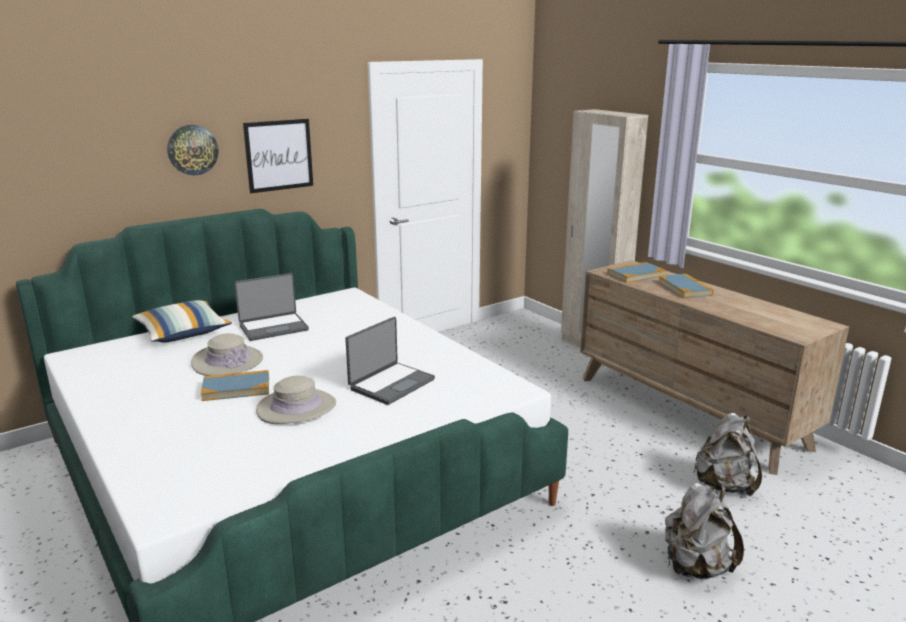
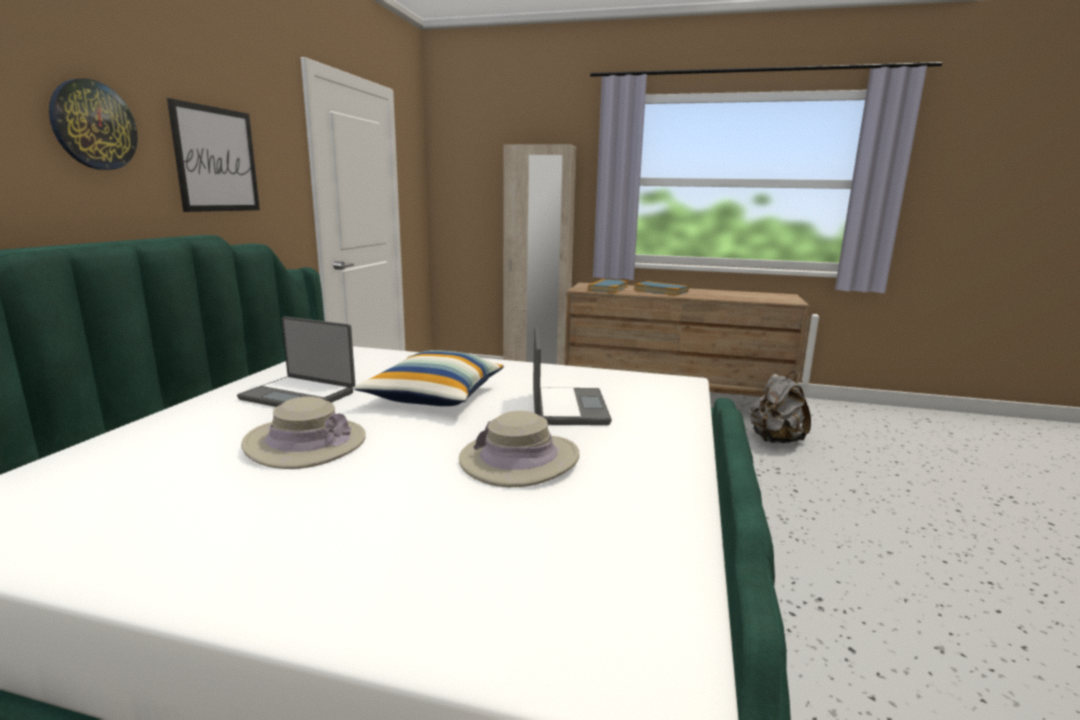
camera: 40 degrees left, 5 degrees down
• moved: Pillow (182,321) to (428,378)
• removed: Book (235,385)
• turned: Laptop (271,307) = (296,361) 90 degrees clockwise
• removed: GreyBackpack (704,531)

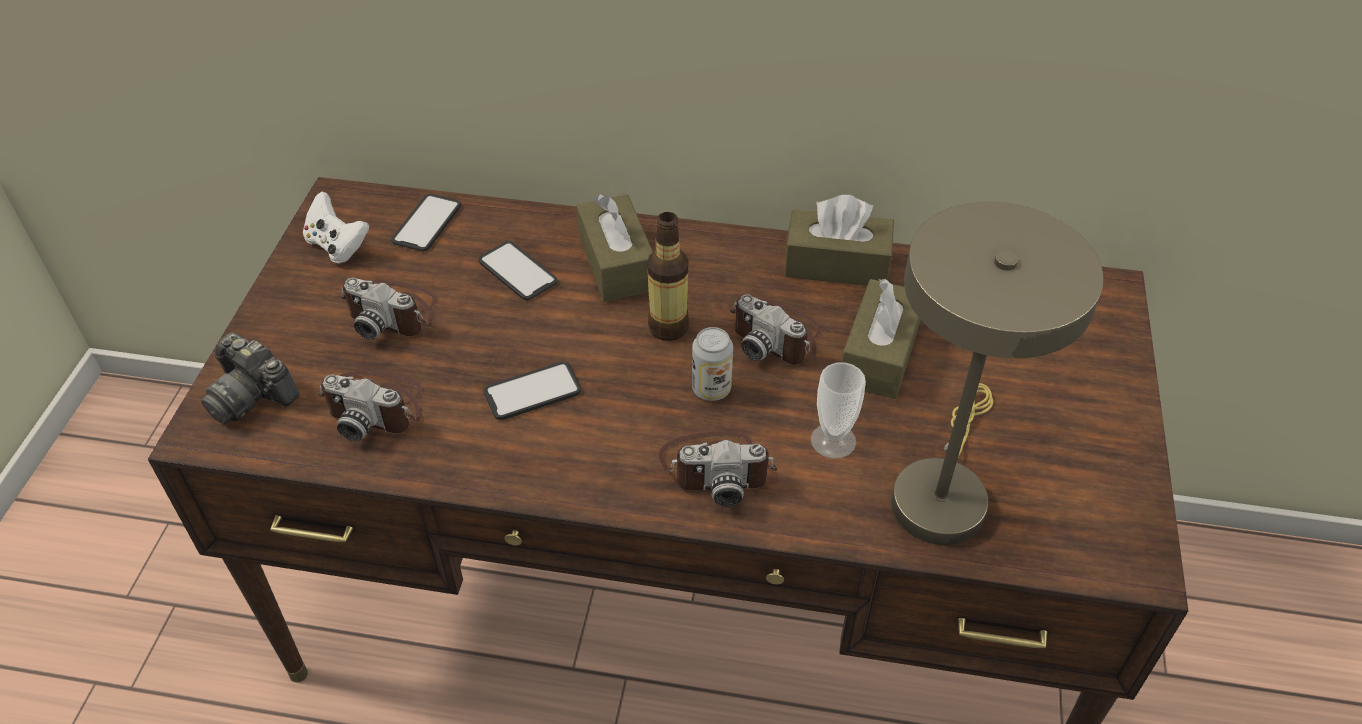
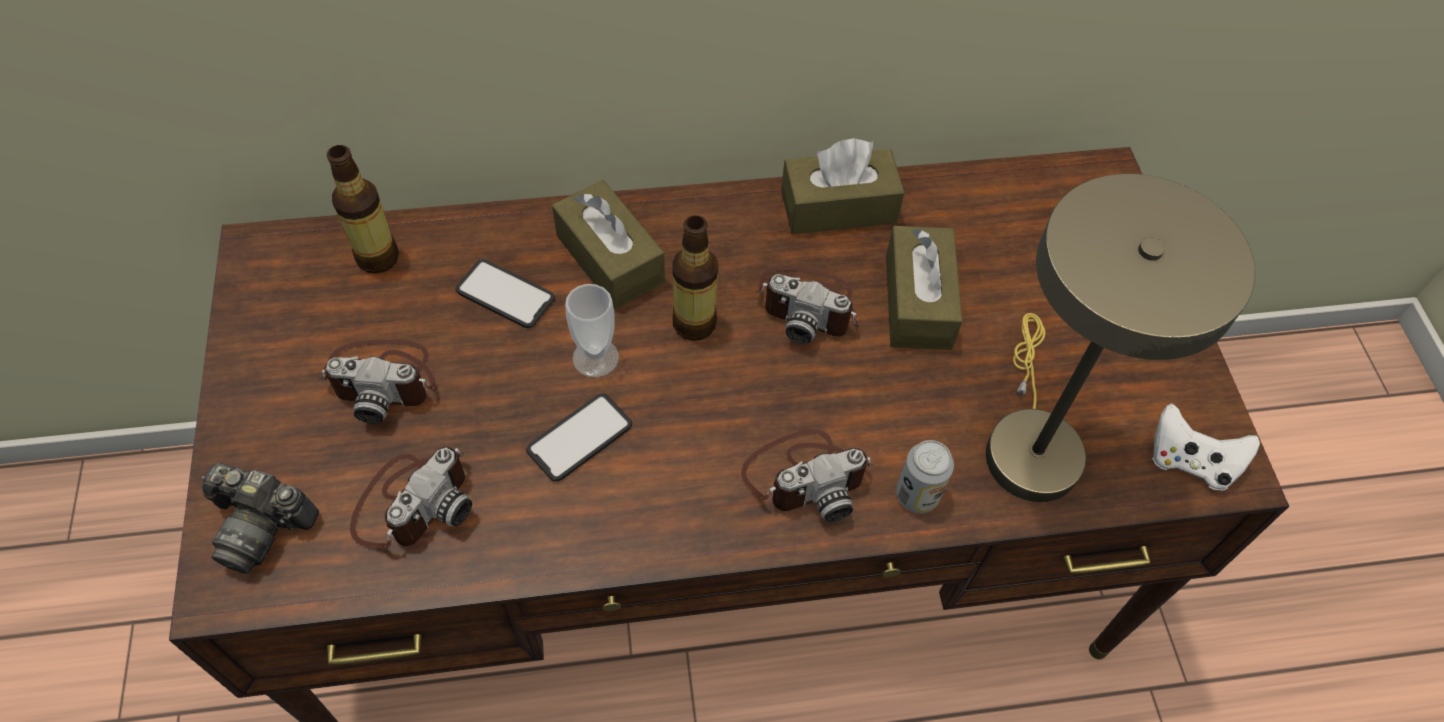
camera: 20 degrees left, 10 degrees up
• moved: WhiteGameController (336,227) to (1206,447)
• turned: PhotoCamera (370,406) = (411,497) 60 degrees counterclockwise
• replaced: Phone (426,222) to Bottle (363,209)
• moved: Can (712,364) to (925,476)
• moved: Cup (838,410) to (592,331)

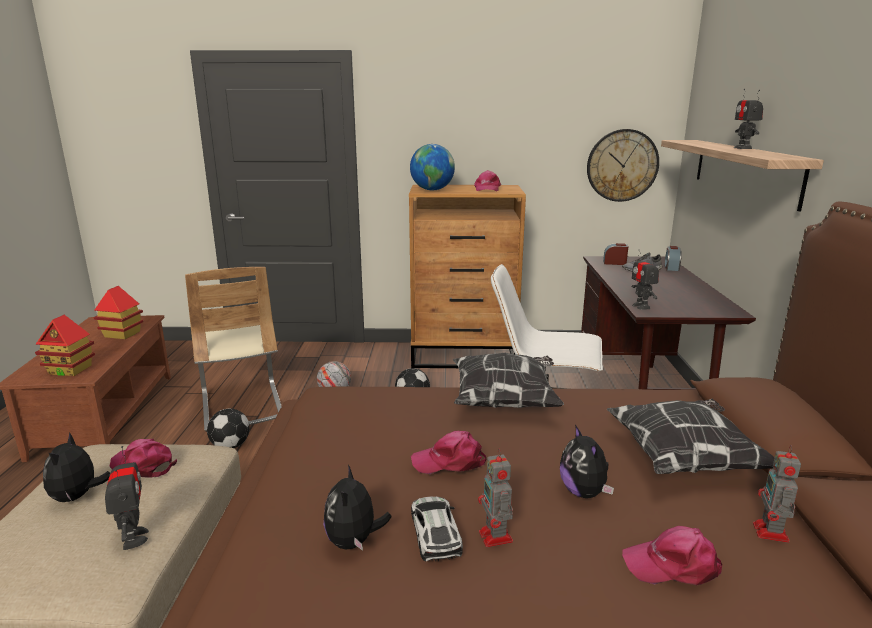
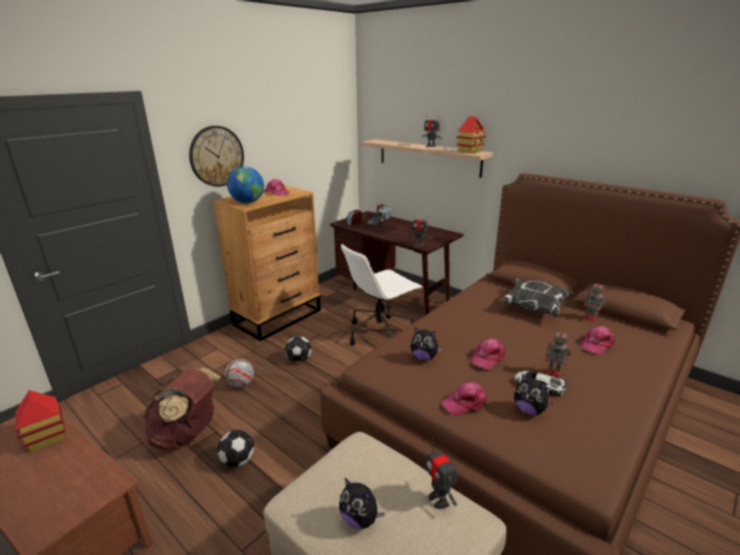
camera: 50 degrees left, 5 degrees up
• moved: ToyHouse (65,345) to (471,134)
• turned: ToyRobot (127,498) = (441,473) 135 degrees counterclockwise
• moved: PinkCap (143,458) to (464,399)
• replaced: BeigeChair (233,349) to BrownBackpack (182,409)
• removed: Pillow (508,380)
• moved: PlushToy (587,461) to (426,344)
• moved: WallClock (623,165) to (216,156)

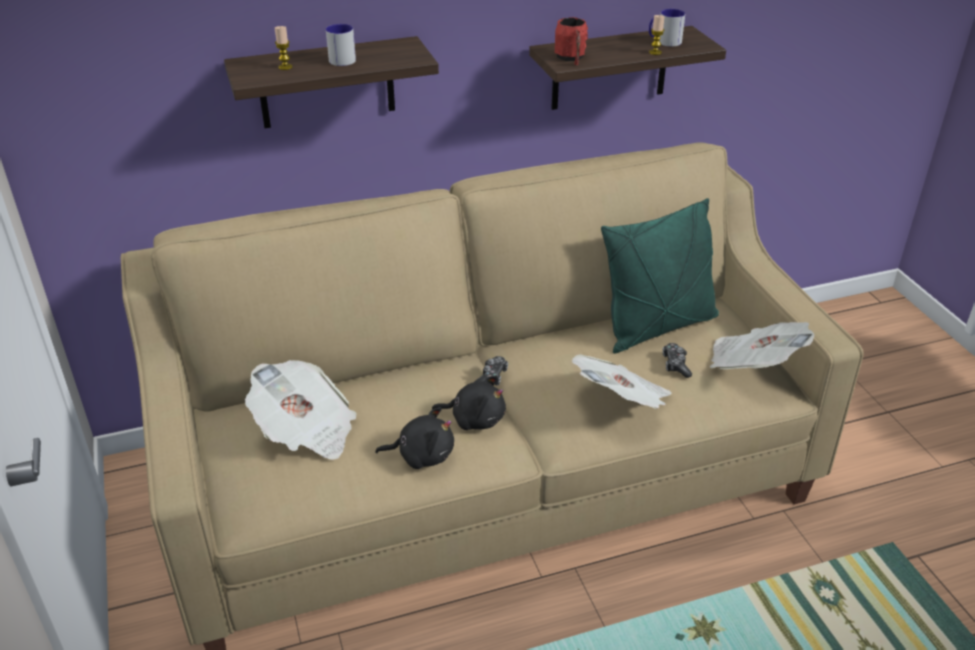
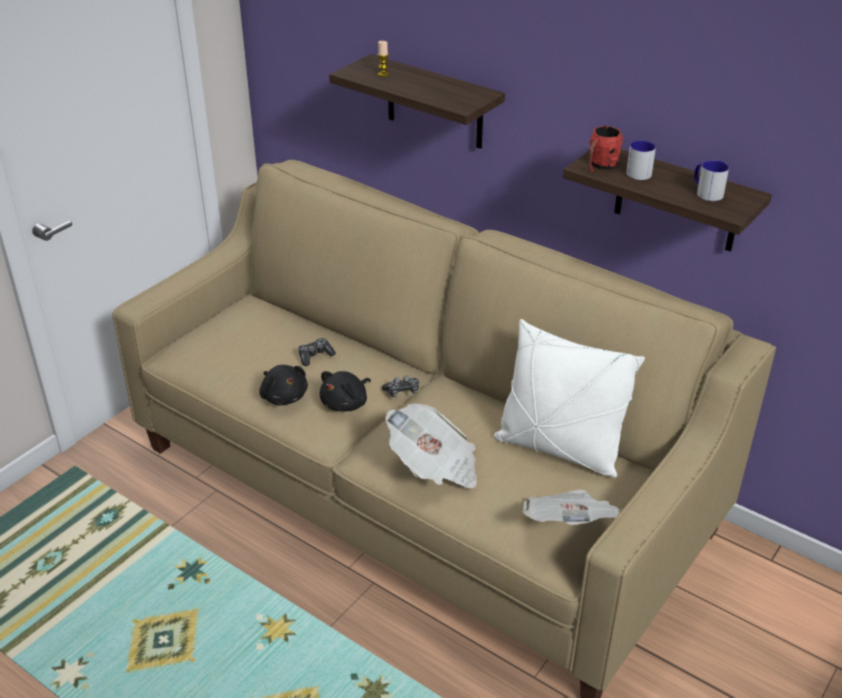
camera: 55 degrees right, 0 degrees up
• removed: Newspaper (301,410)
• moved: Mug (341,45) to (641,160)
• turned: BlackPlushToy (469,402) = (345,391) 60 degrees clockwise
• recoloured: GreenPillow (660,275) to WhitePillow (569,398)
• removed: Candle (656,35)
• moved: GameController (677,360) to (317,352)

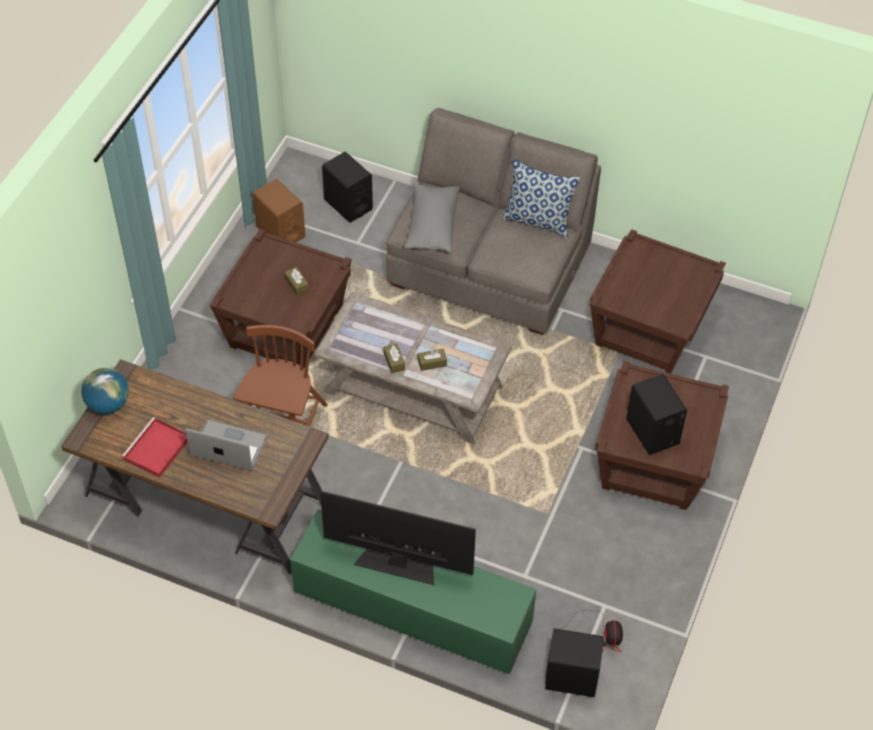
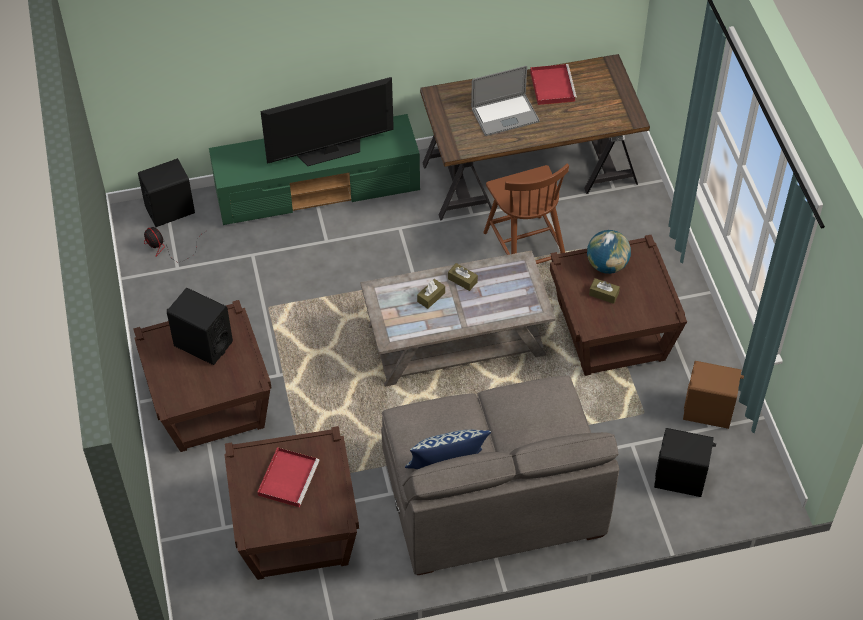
camera: 145 degrees right, 0 degrees up
• moved: Globe (105,391) to (609,252)
• removed: GreyPillow (432,218)
• added: RedTray (288,477)

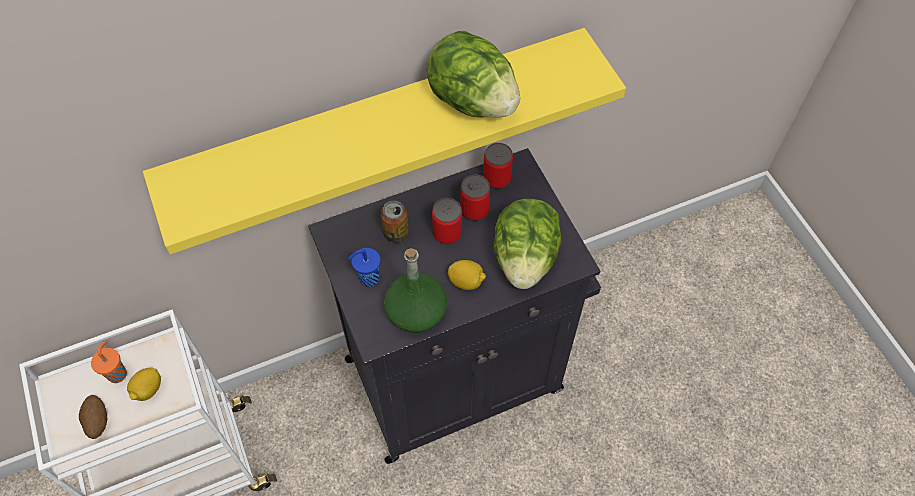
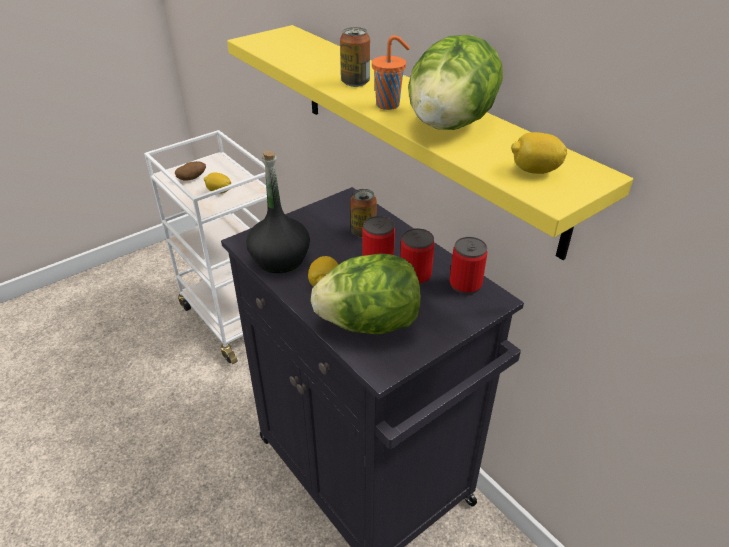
camera: 75 degrees right, 20 degrees down
• moved: OrangeCup (109,362) to (391,72)
• removed: BlueCup (364,267)
• recoloured: GreenBottle (415,290) to BlackBottle (278,212)
• added: Can (355,57)
• added: Lemon (539,153)

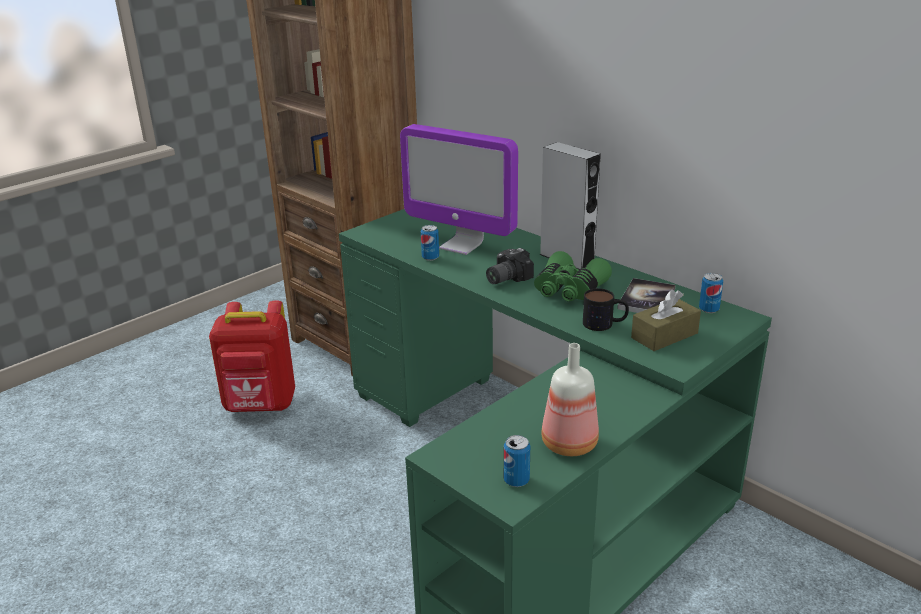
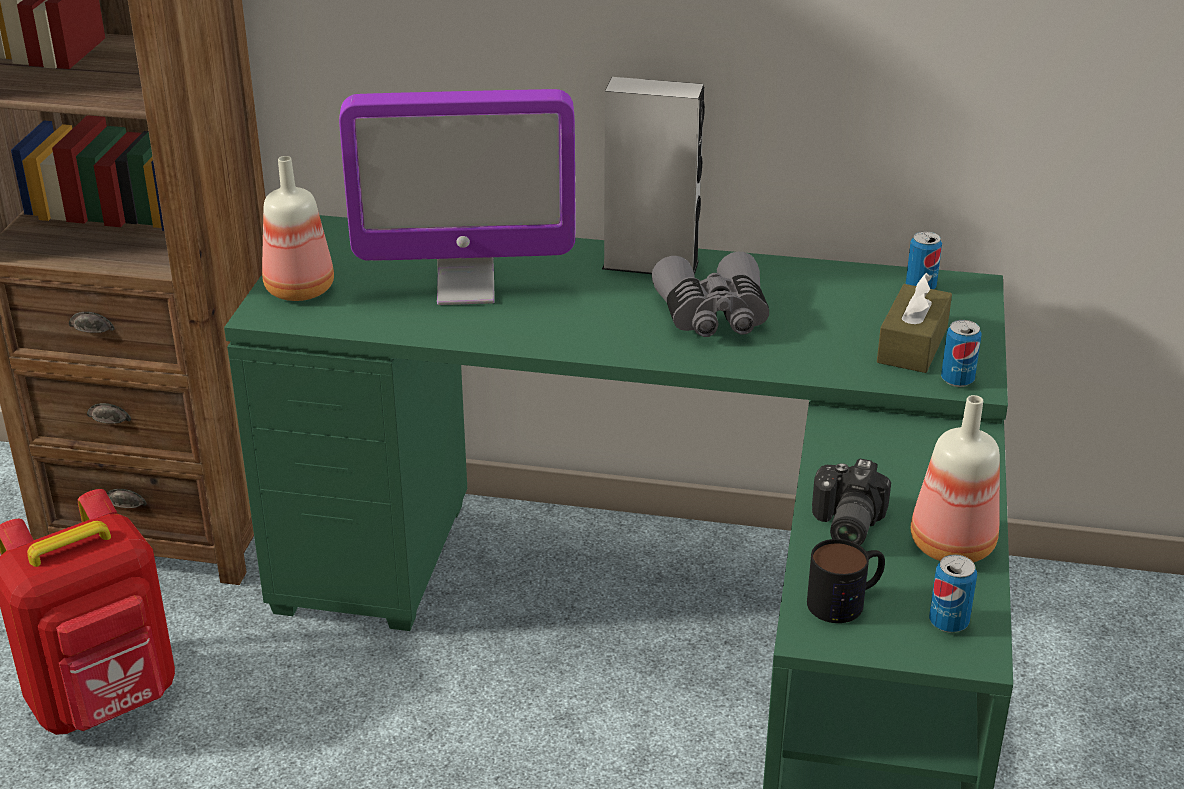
camera: 35 degrees left, 5 degrees up
• moved: Can (430,243) to (961,353)
• moved: PhotoCamera (510,266) to (851,502)
• recoloured: GreenBinoculars (573,276) to GreyBinoculars (710,294)
• moved: Mug (606,309) to (846,581)
• removed: Book (646,295)
• added: Bottle (298,228)

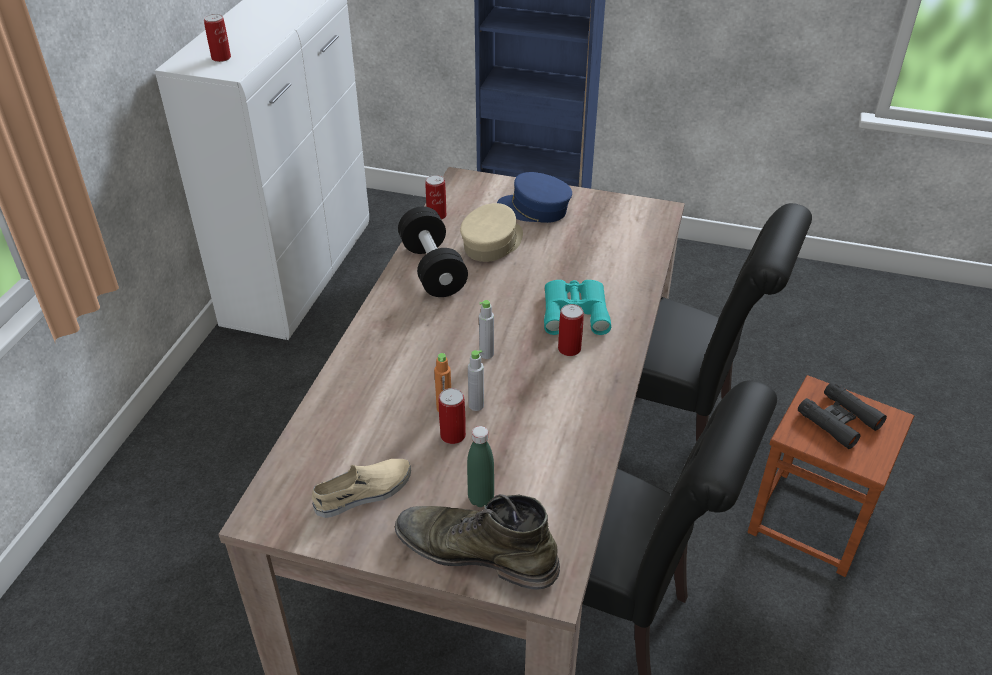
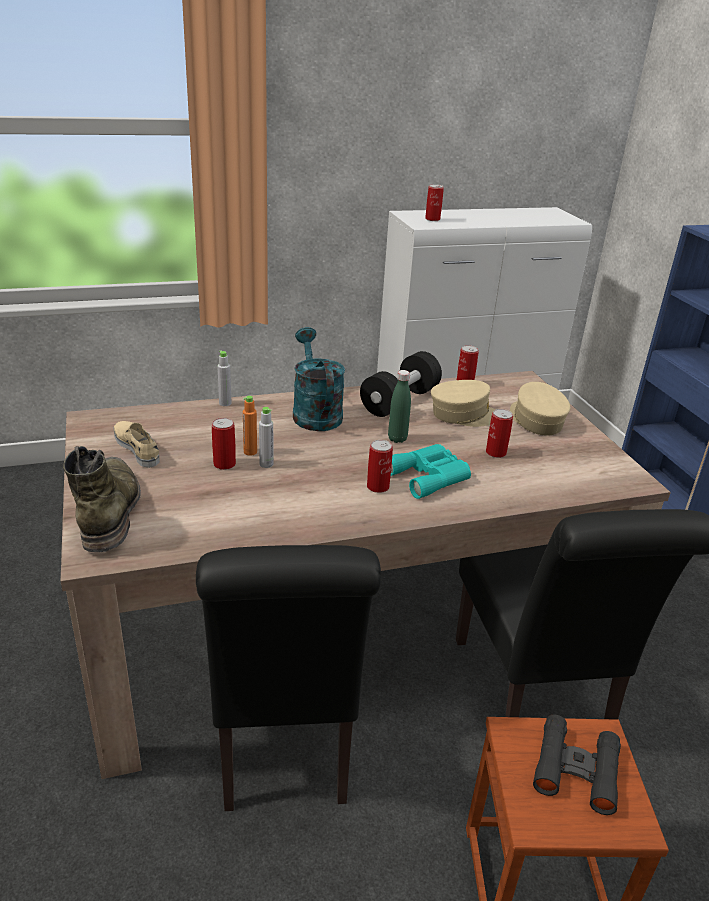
camera: 55 degrees right, 10 degrees down
• turned: BeigeShoe (361,488) = (137,444) 150 degrees counterclockwise
• moved: GreenBottle (480,466) to (399,406)
• moved: GreyBottle (486,329) to (224,378)
• recoloured: BlueCap (534,197) to BeigeCap (540,409)
• added: TurquoiseWateringCan (319,379)
• added: Can (499,433)

